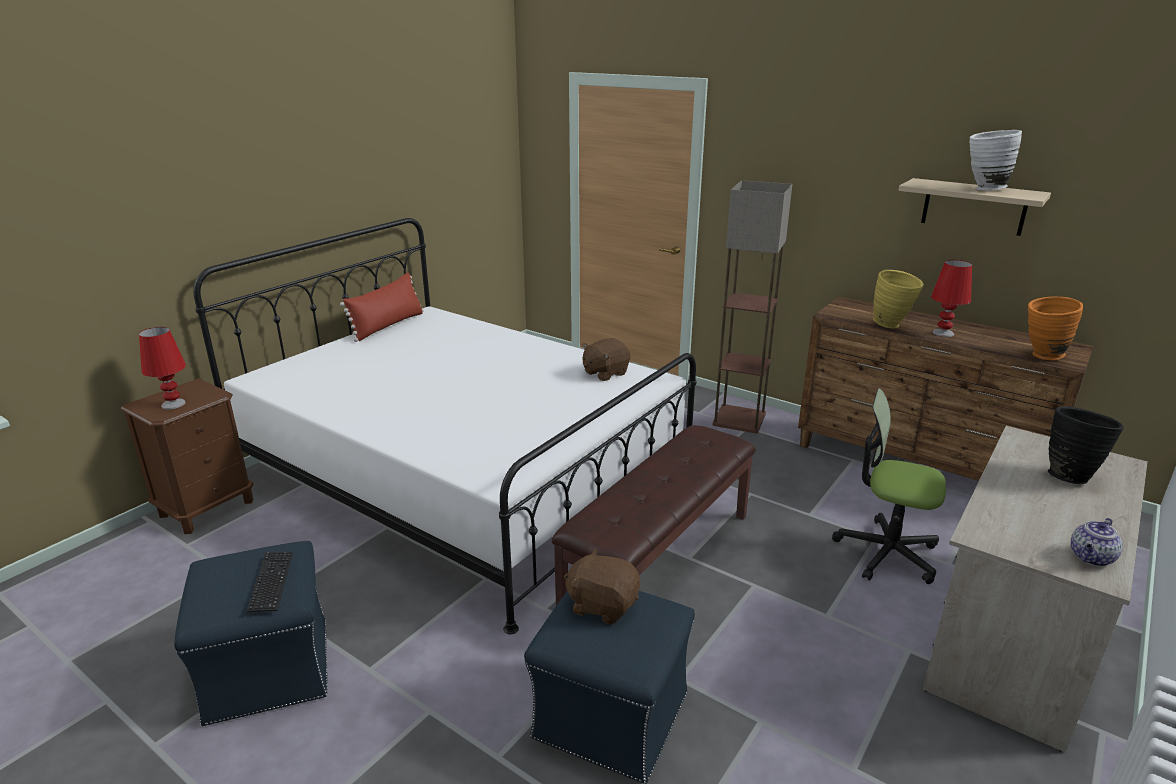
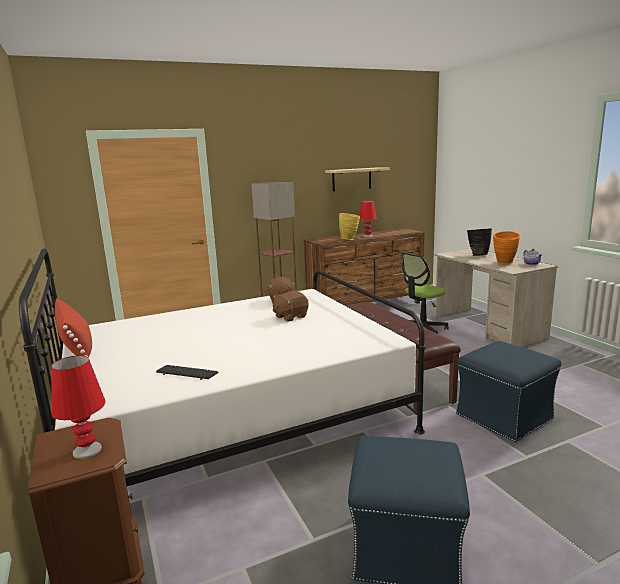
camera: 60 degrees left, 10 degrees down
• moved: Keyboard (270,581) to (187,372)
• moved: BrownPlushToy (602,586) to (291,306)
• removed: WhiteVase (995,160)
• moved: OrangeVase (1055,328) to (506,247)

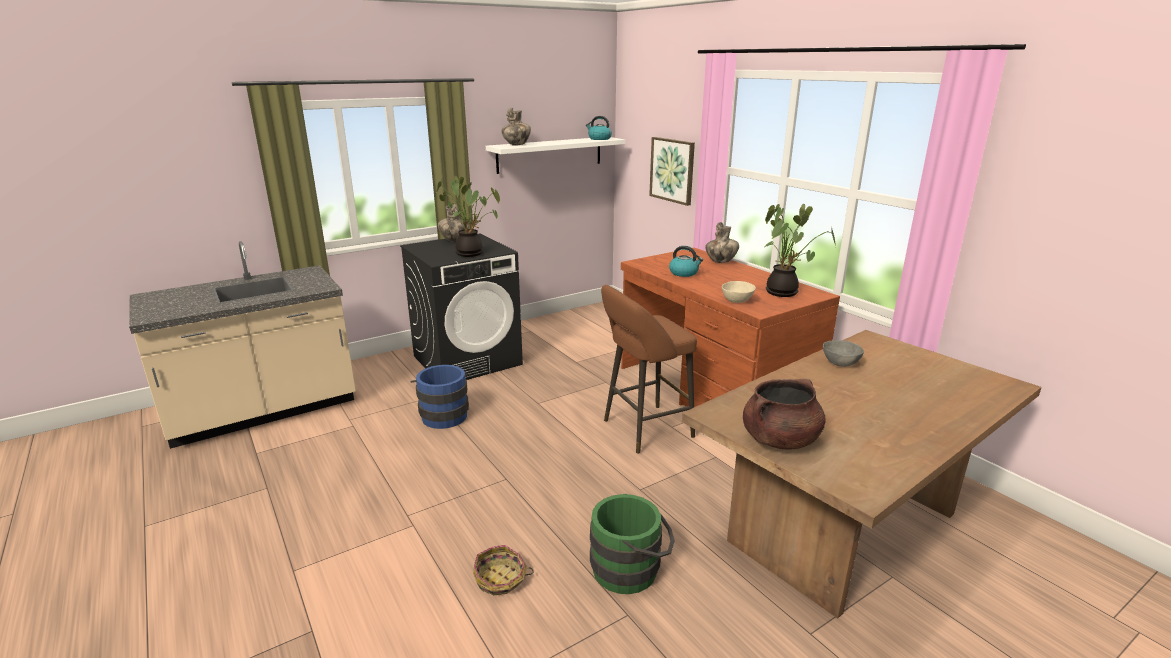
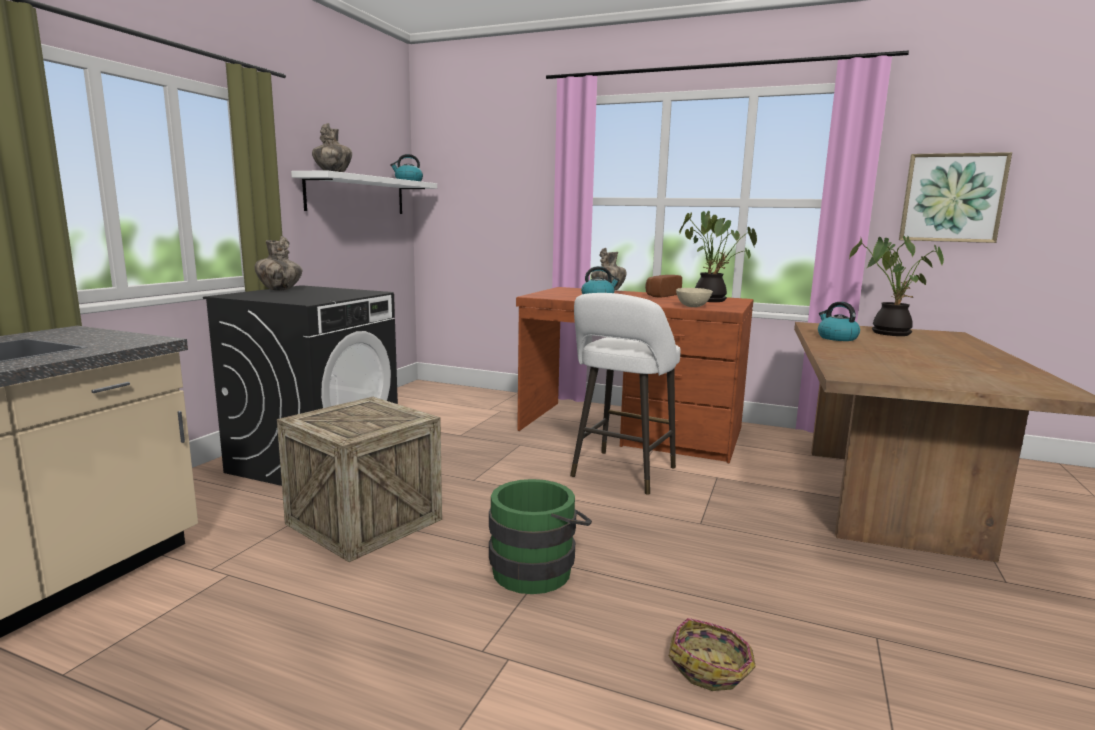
camera: 35 degrees left, 10 degrees down
• replaced: BlueBucket (440,397) to Crate (359,479)
• moved: PottedPlant (467,216) to (896,286)
• moved: GreenBucket (632,544) to (540,536)
• recoloured: BrownStool (649,369) to WhiteStool (625,394)
• moved: Picture (672,171) to (955,197)
• removed: BrownCookingPot (784,414)
• replaced: GreyBowl (843,353) to Kettle (839,321)
• added: Bread (663,286)

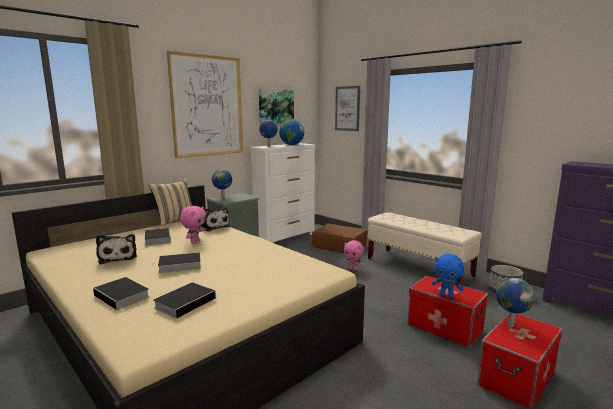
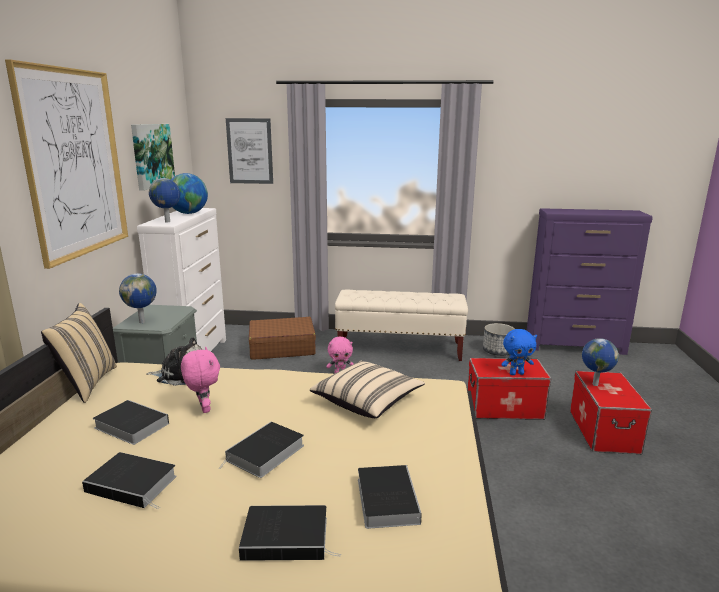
camera: 40 degrees left, 5 degrees up
• replaced: PlushToy (116,249) to Book (129,480)
• added: BeigePillow (367,389)

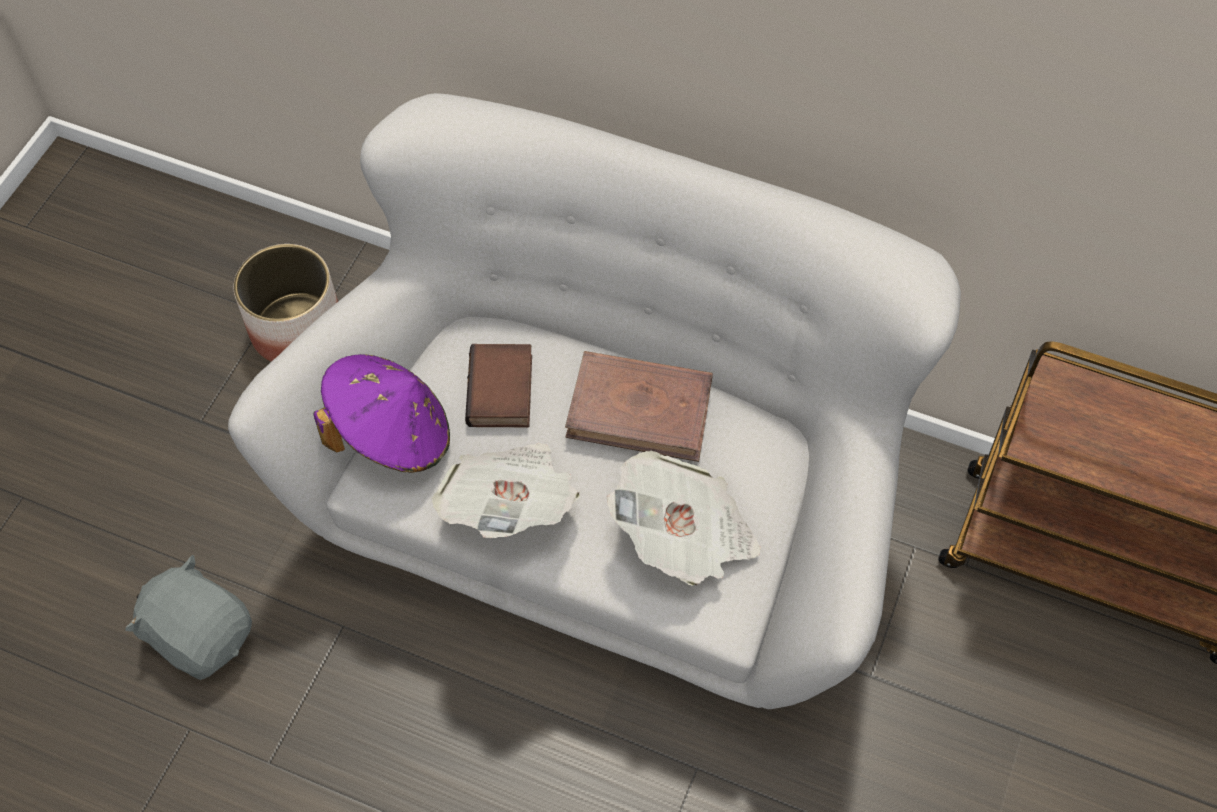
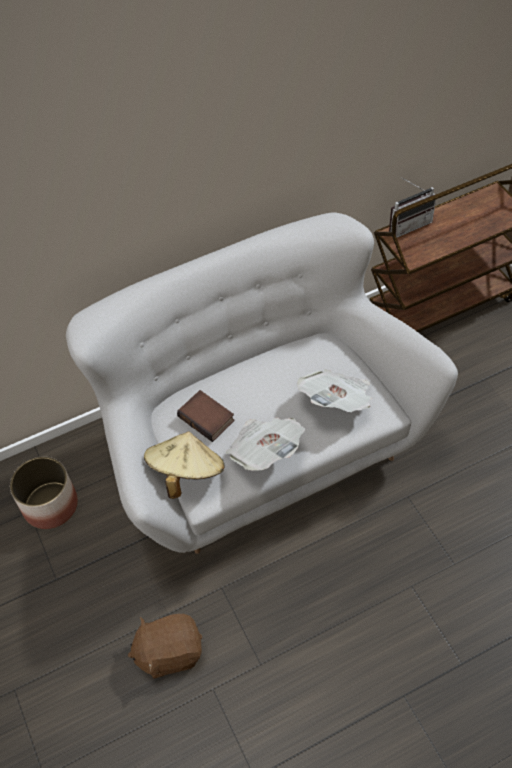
camera: 45 degrees left, 5 degrees down
• recoloured: GreyPlushToy (188,617) to BrownPlushToy (165,646)
• recoloured: PurpleHat (382,413) to BeigeHat (184,465)
• removed: BrownBook (639,406)
• added: Radio (412,207)

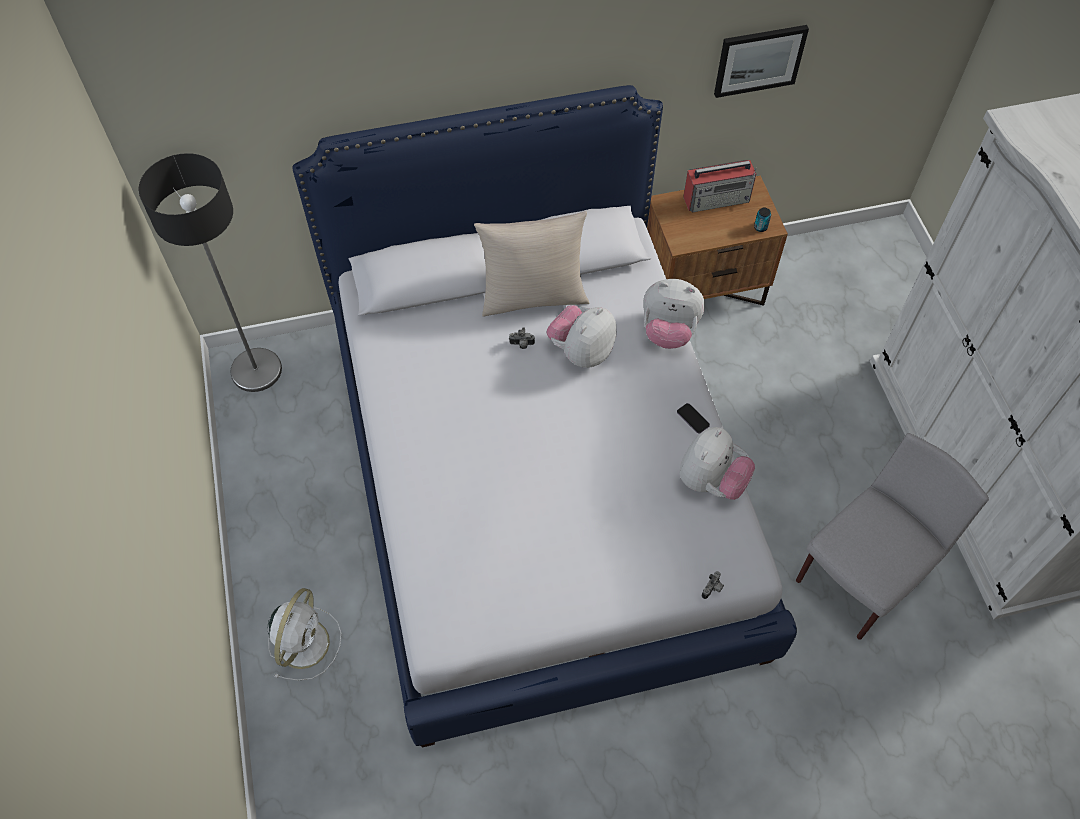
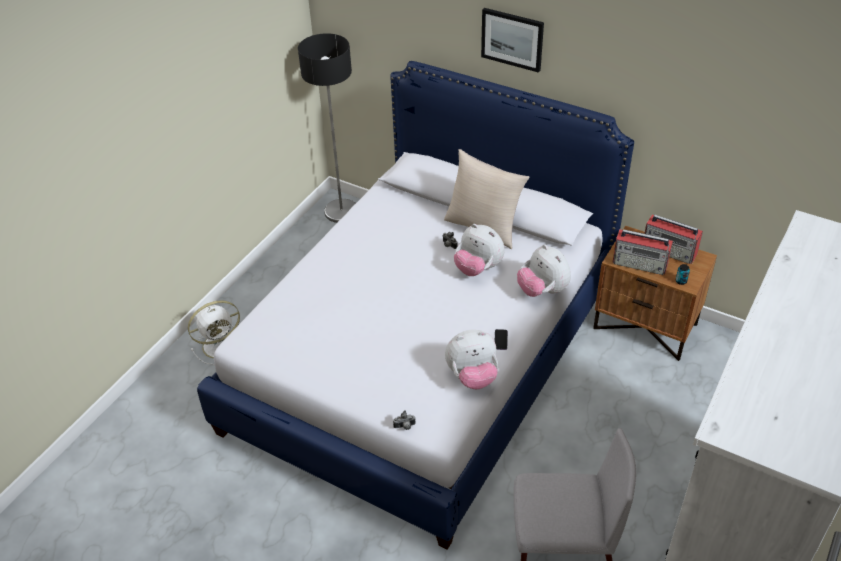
camera: 45 degrees right, 15 degrees down
• turned: PlushToy (582,336) = (479,250) 135 degrees counterclockwise
• moved: Picture (761,61) to (512,40)
• added: Radio (642,252)

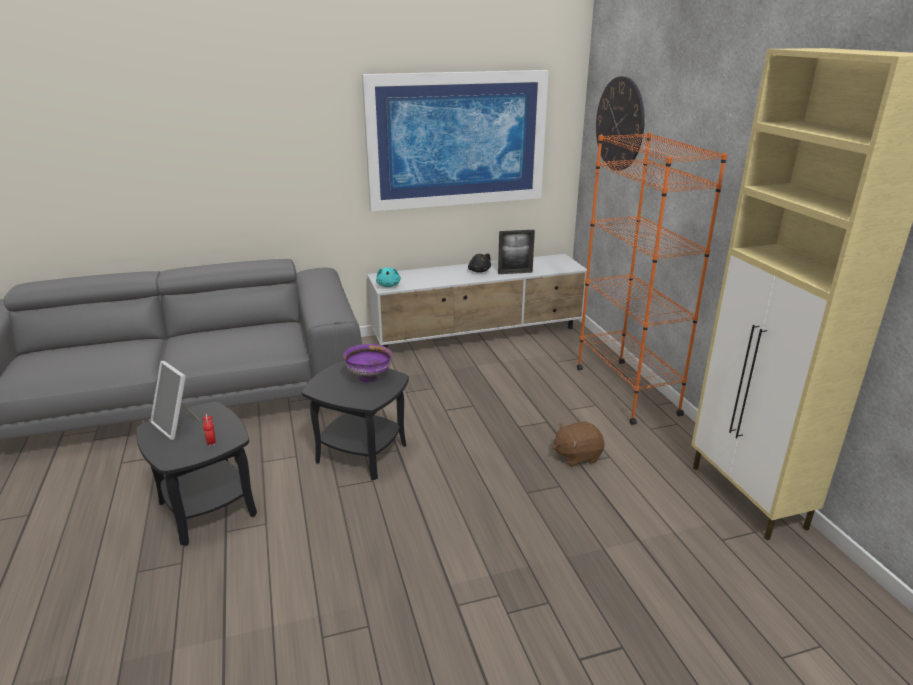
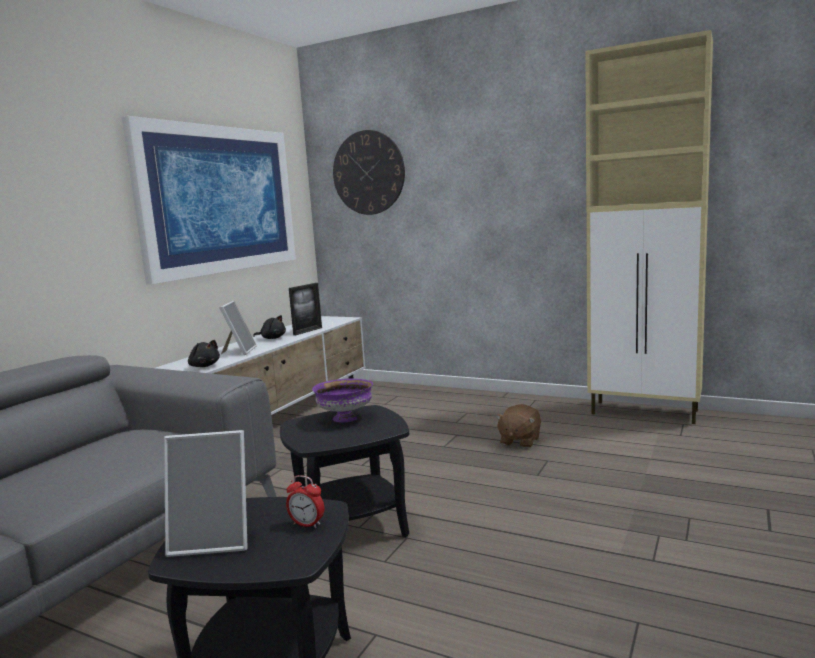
camera: 45 degrees left, 15 degrees down
• recoloured: TurquoisePlushToy (388,277) to BlackPlushToy (204,353)
• removed: OrangeBookcase (652,278)
• added: PictureFrame (238,328)

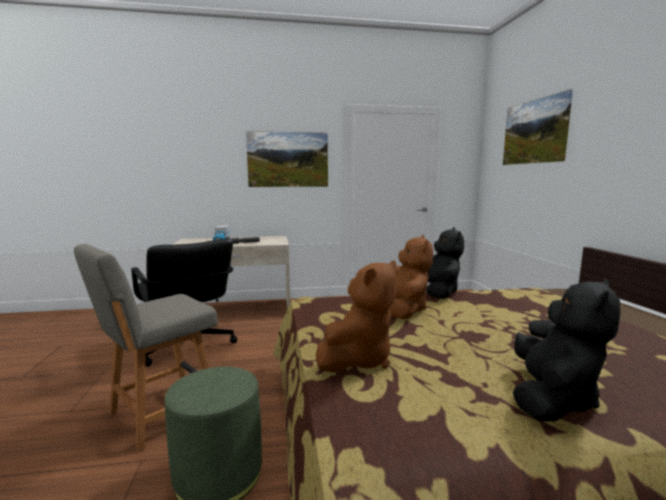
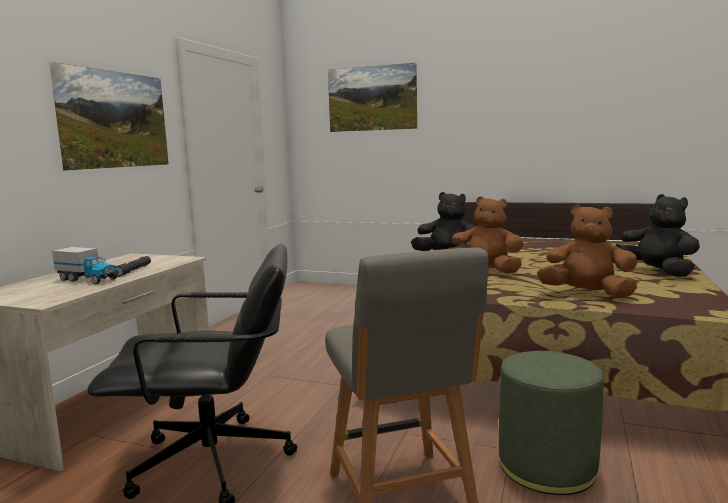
camera: 60 degrees left, 0 degrees up
• turned: BrownPlushToy (356,316) = (587,251) 45 degrees counterclockwise

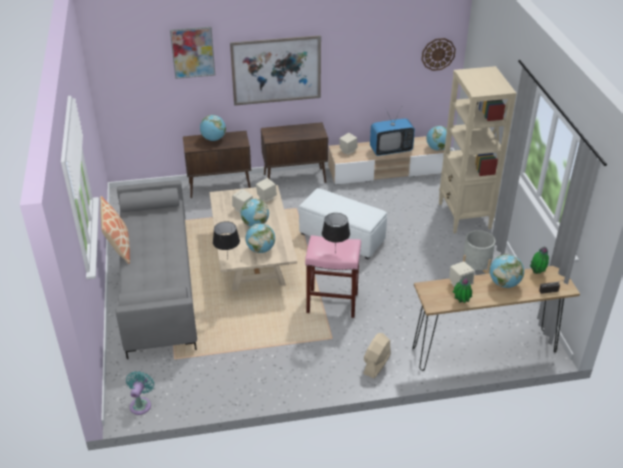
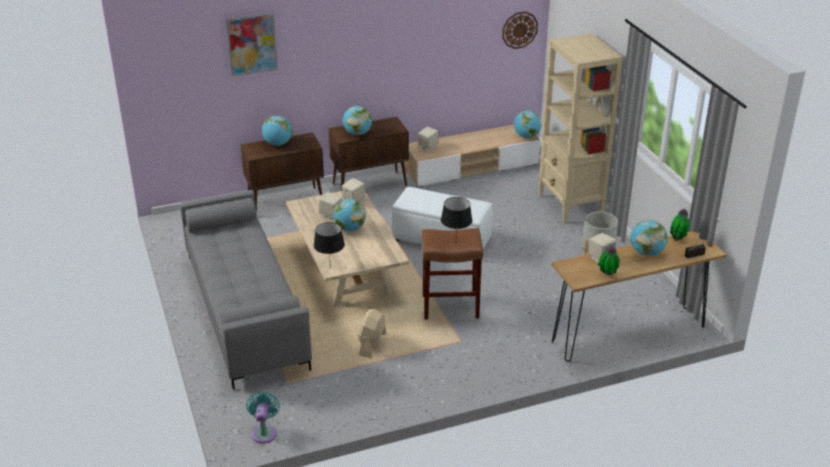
camera: 10 degrees left, 5 degrees down
• removed: Pillow (115,230)
• removed: Picture (275,70)
• moved: Globe (260,238) to (357,120)
• recoloured: PinkStool (333,276) to BrownStool (452,273)
• moved: BeigeFan (377,355) to (372,333)
• removed: Television (392,131)

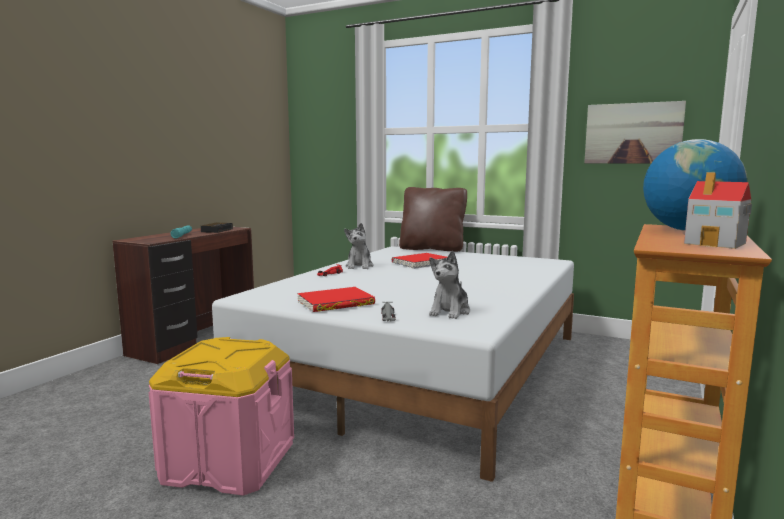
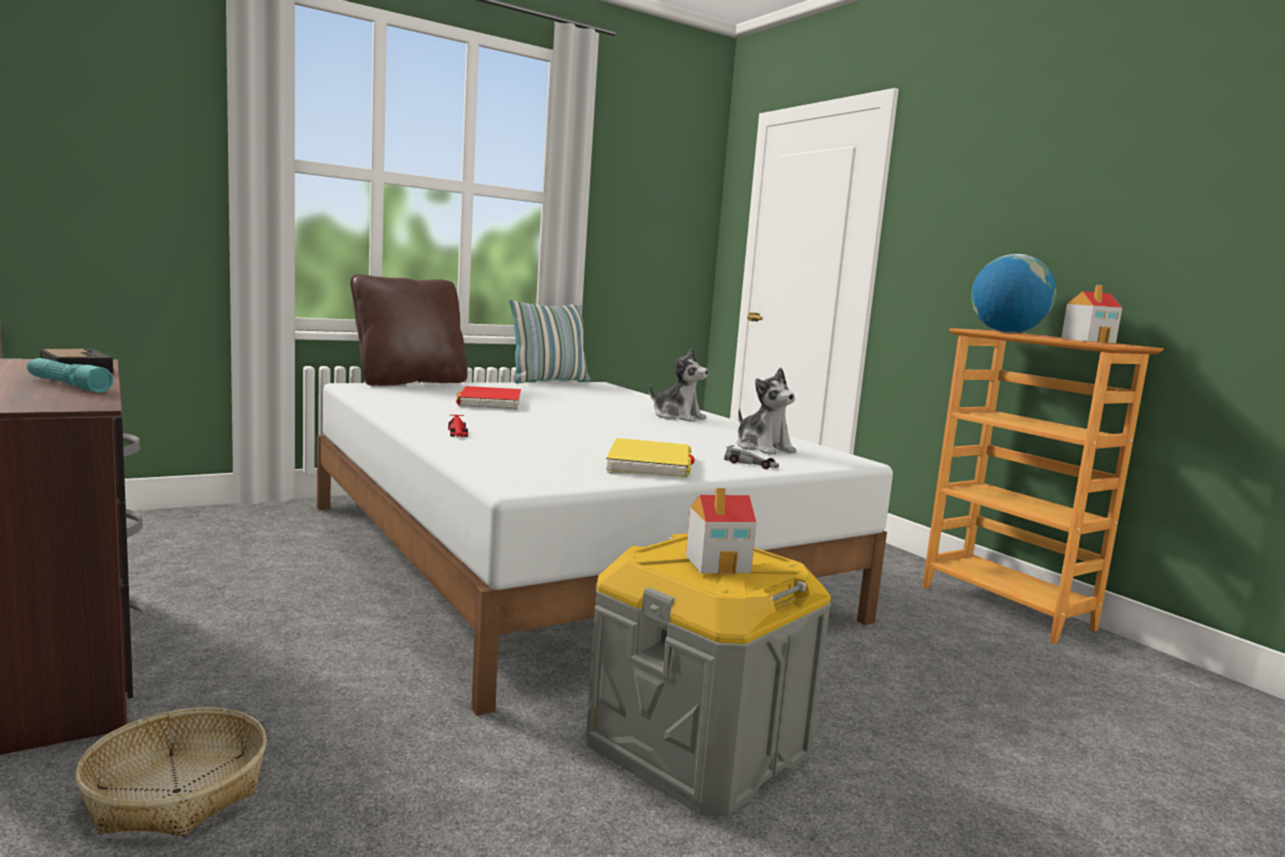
camera: 60 degrees left, 0 degrees up
• recoloured: PinkStorageBox (221,416) to GreyStorageBox (708,674)
• recoloured: RedBook (336,299) to YellowBook (650,457)
• moved: PlushToy (358,246) to (679,385)
• removed: Picture (635,132)
• added: Basket (171,772)
• added: Pillow (549,341)
• added: ToyHouse (721,531)

